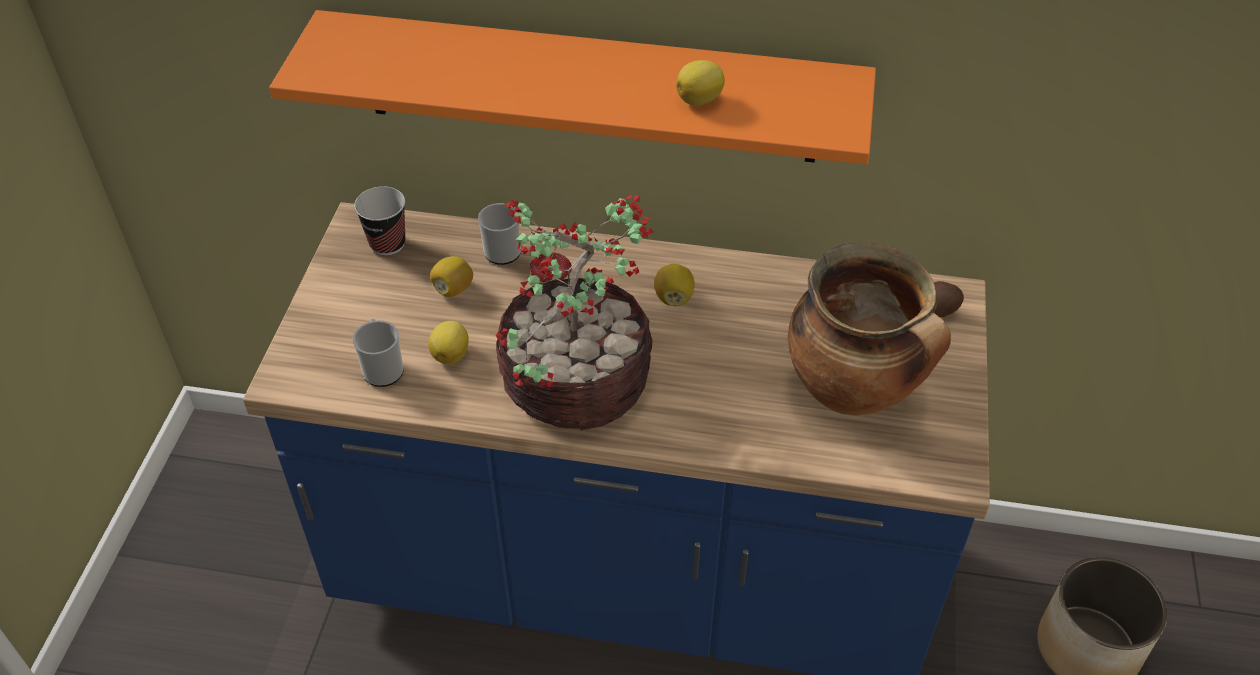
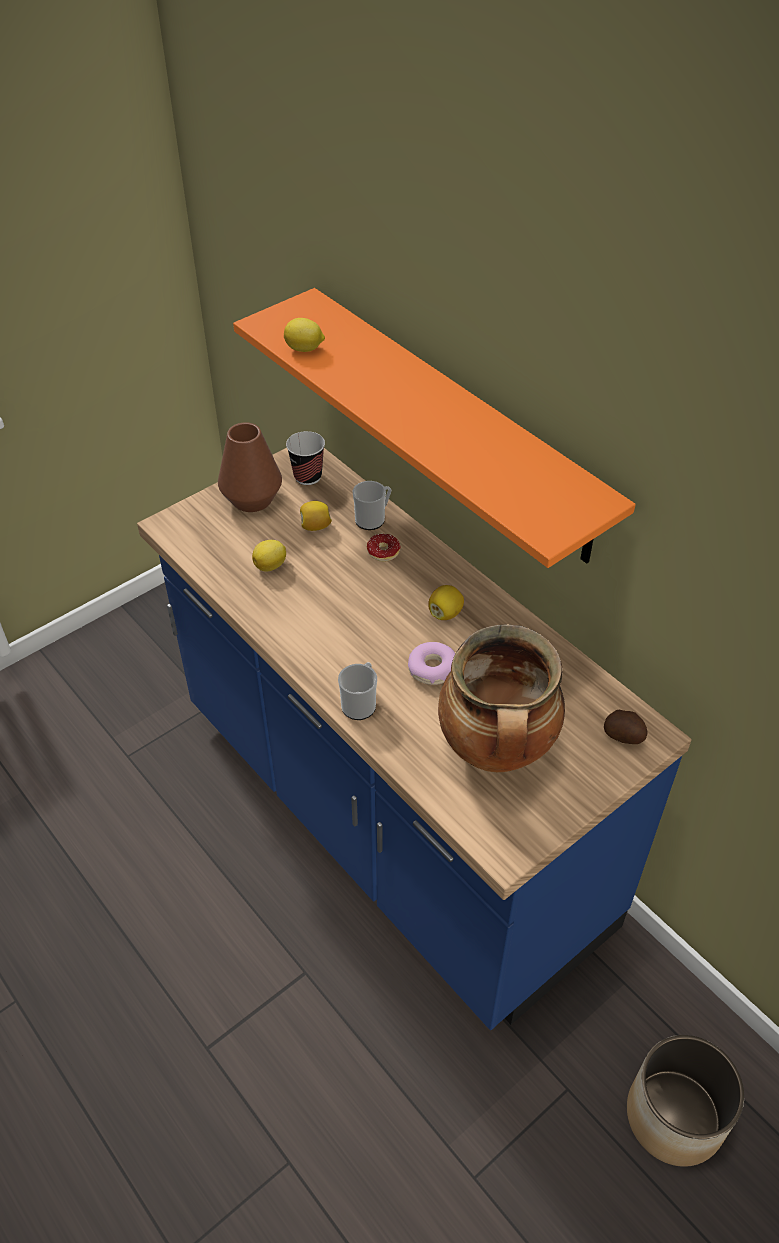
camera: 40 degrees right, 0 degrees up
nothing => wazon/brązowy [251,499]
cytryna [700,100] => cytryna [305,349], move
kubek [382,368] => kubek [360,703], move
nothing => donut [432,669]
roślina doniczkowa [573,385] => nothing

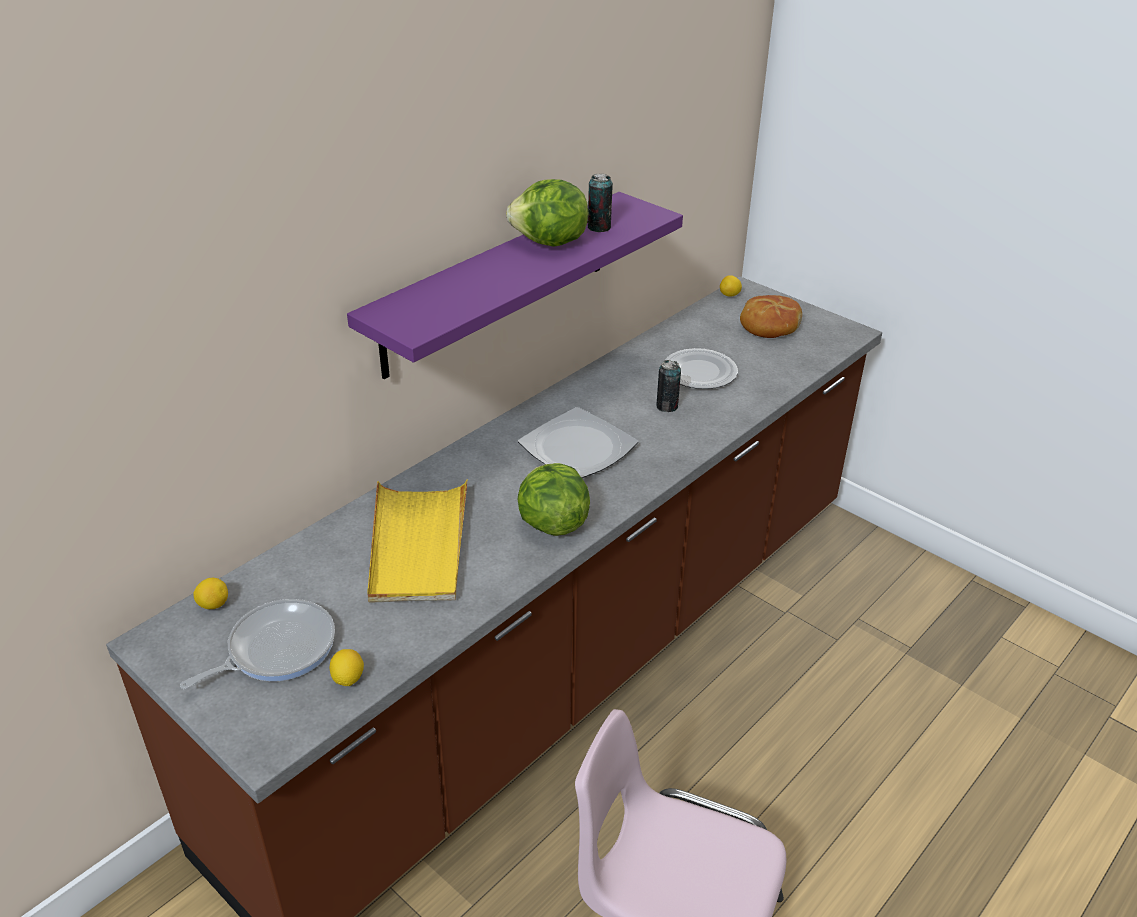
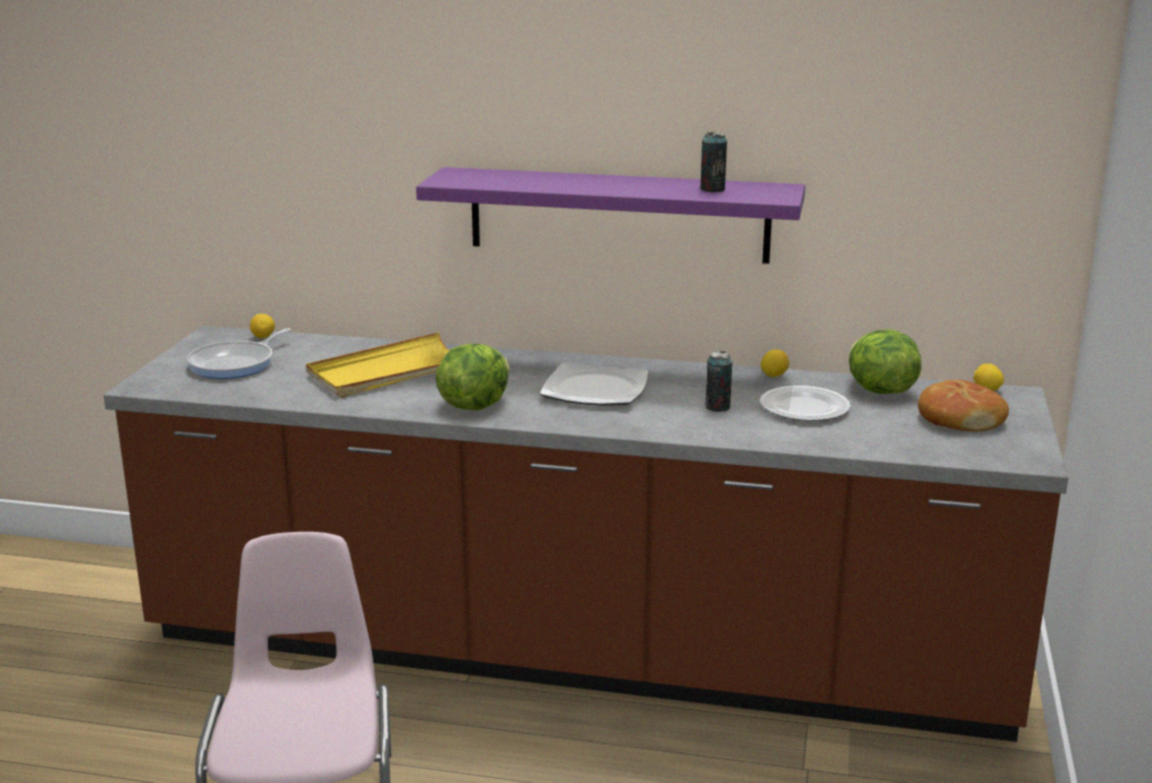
camera: 60 degrees right, 15 degrees down
patelnia [276,649] => patelnia [236,364], 105 degrees clockwise
cytryna [348,678] => cytryna [774,375], move
sałata [550,243] => sałata [879,391], move

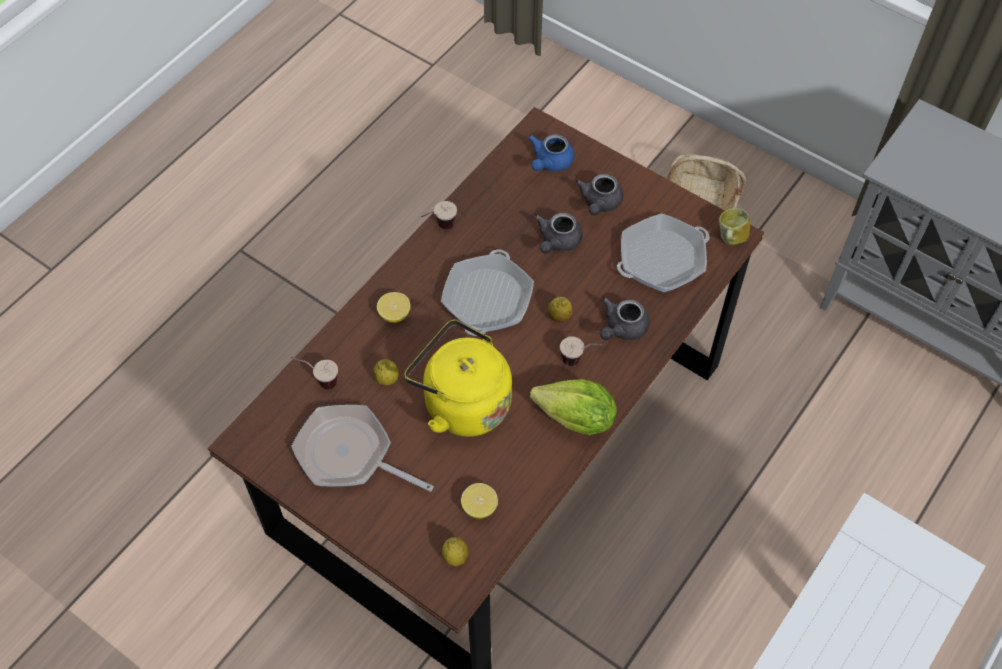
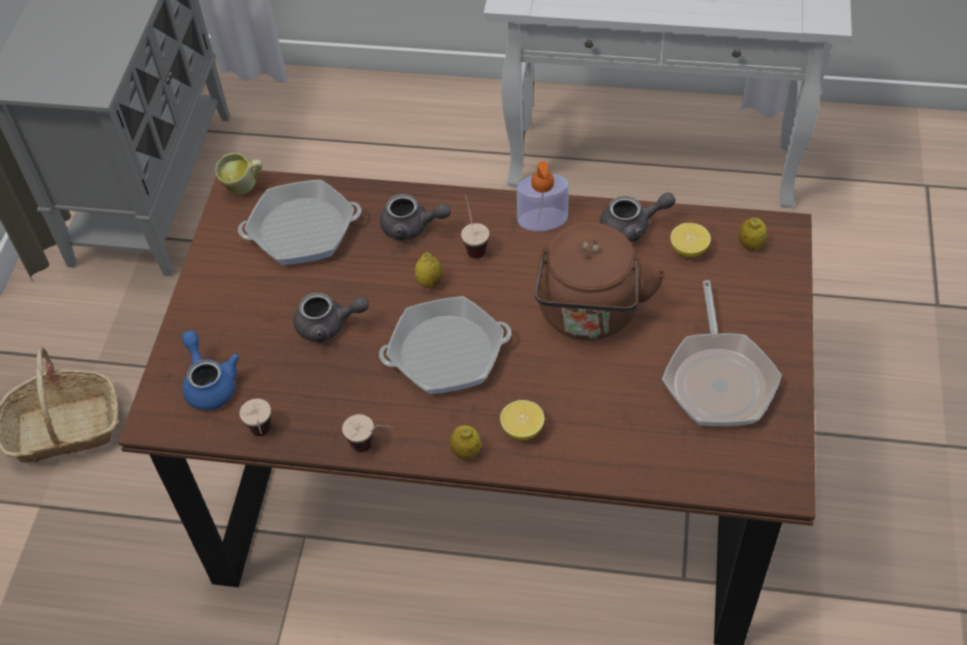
camera: 115 degrees left, 5 degrees down
imbryk/niebieski [550,163] => imbryk/niebieski [209,383], 120 degrees counterclockwise
patelnia [662,259] => patelnia [302,230], 45 degrees counterclockwise
filiżanka [318,381] => filiżanka [263,438], move
cytryna [387,379] => cytryna [466,451], move
sałata [576,419] => dozownik mydła [542,219]
czajnik/żółty [462,402] => czajnik/brązowy [589,315]
imbryk/szary [599,203] => imbryk/szary [632,227], move

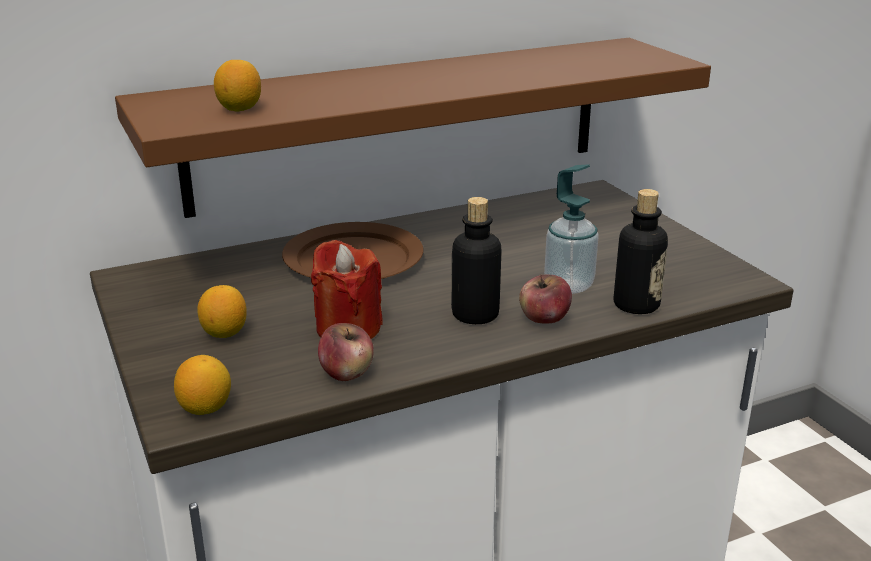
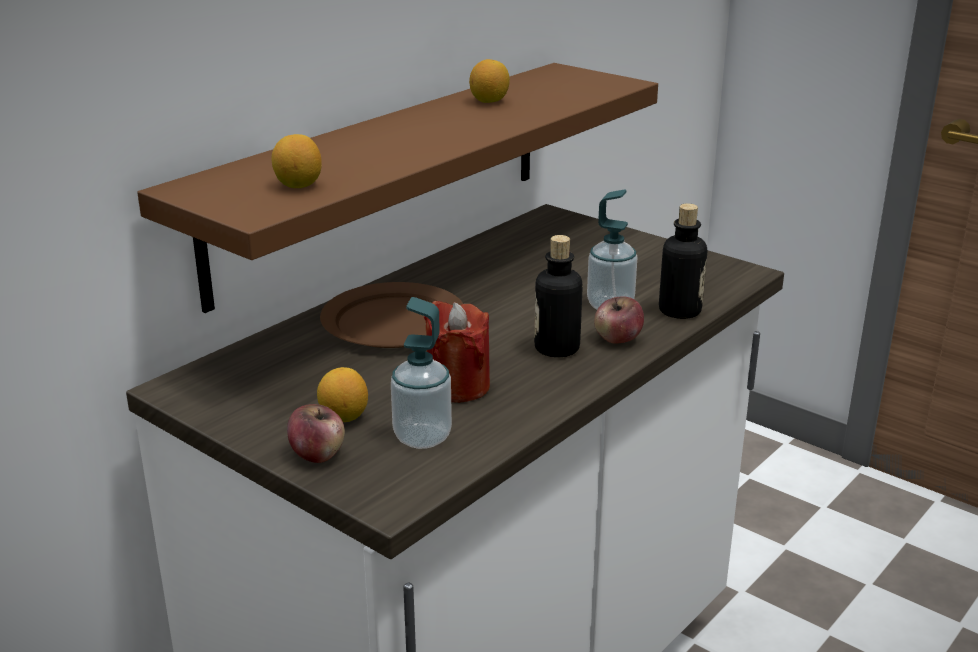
camera: 25 degrees left, 0 degrees up
jabłko [346,373] => jabłko [317,454], move
nothing => dozownik mydła [422,437]
cytryna [205,408] => cytryna [489,101], move

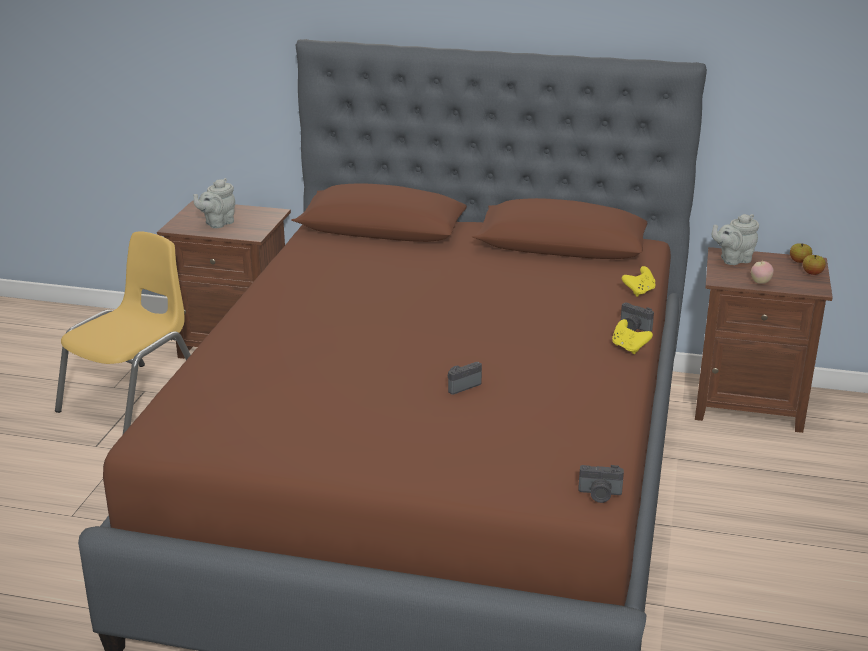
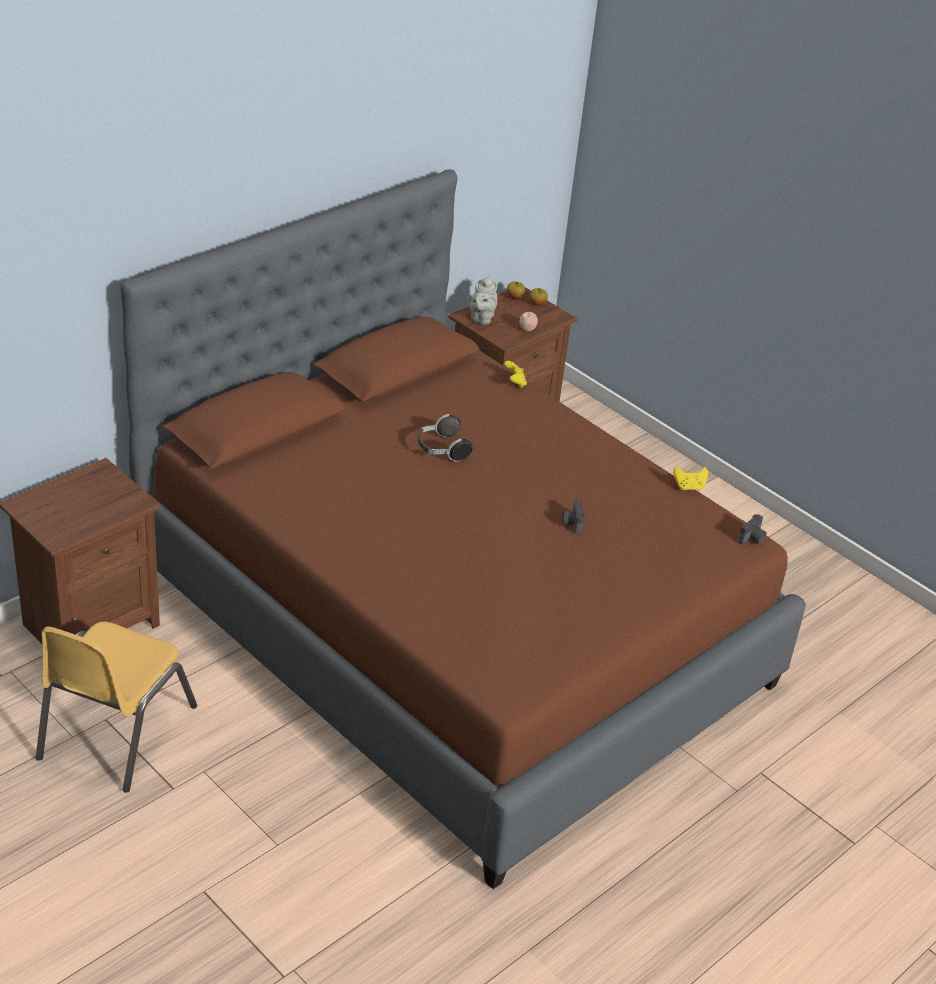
camera: 60 degrees left, 10 degrees up
krzesło/żółty [134,400] => krzesło/żółty [115,732], 135 degrees counterclockwise
nothing => słuchawki [441,450]
pad do gier/żółty [629,348] => pad do gier/żółty [689,487], move
imbryk/szary [217,223] => nothing
aparat fotograficzny [633,328] => nothing

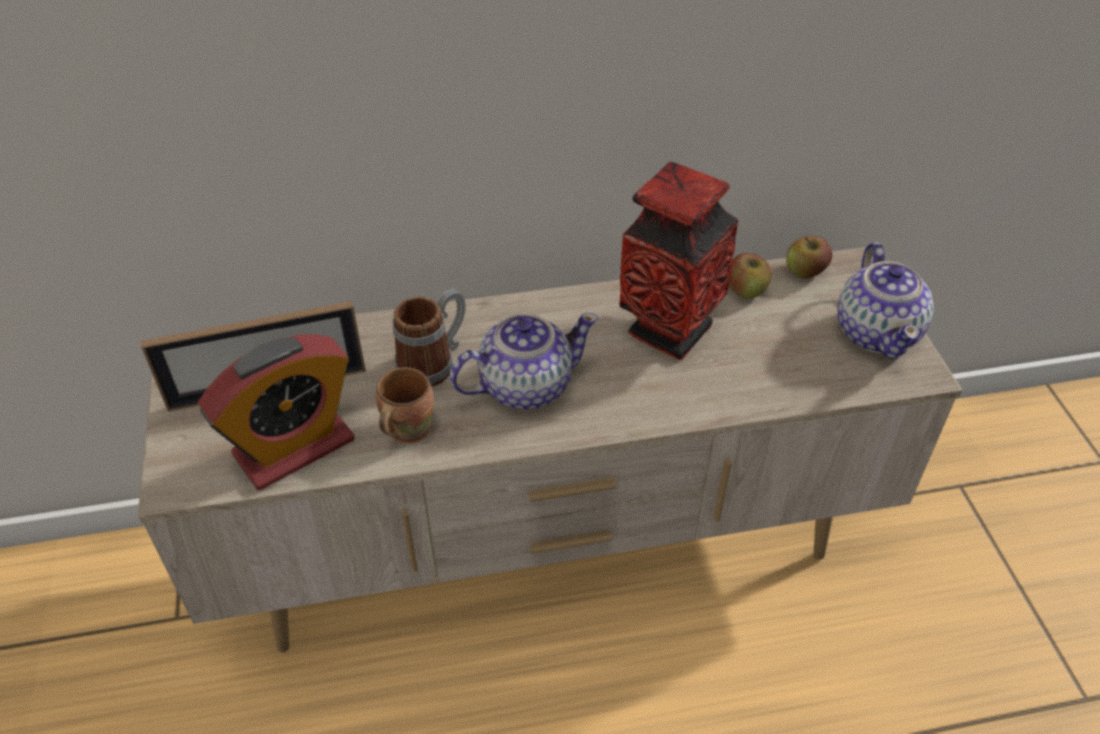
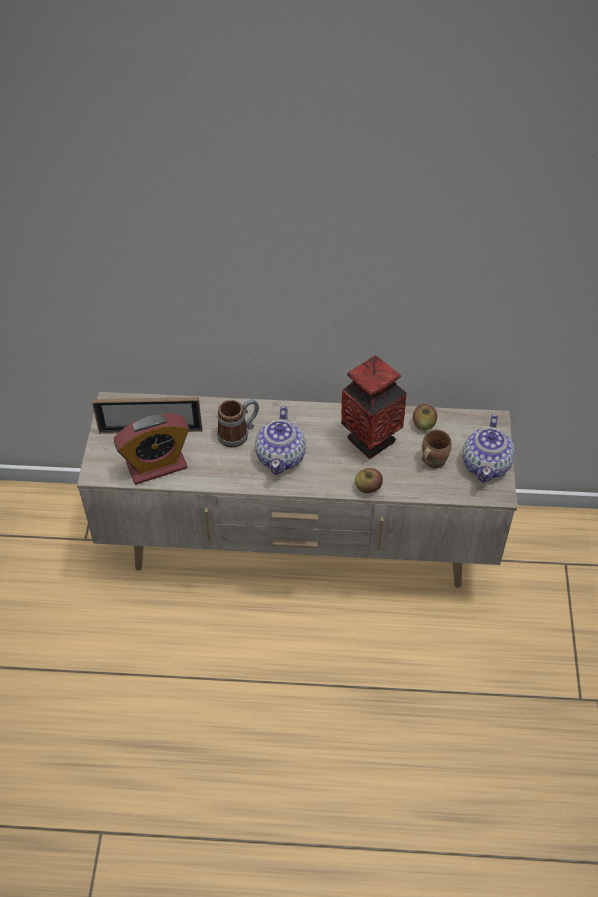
camera: 15 degrees right, 5 degrees up
imbryk [524,386] => imbryk [281,456], 105 degrees clockwise
jabłko [805,271] => jabłko [368,488], move
kubek/brązowy [405,429] => kubek/brązowy [432,460], move

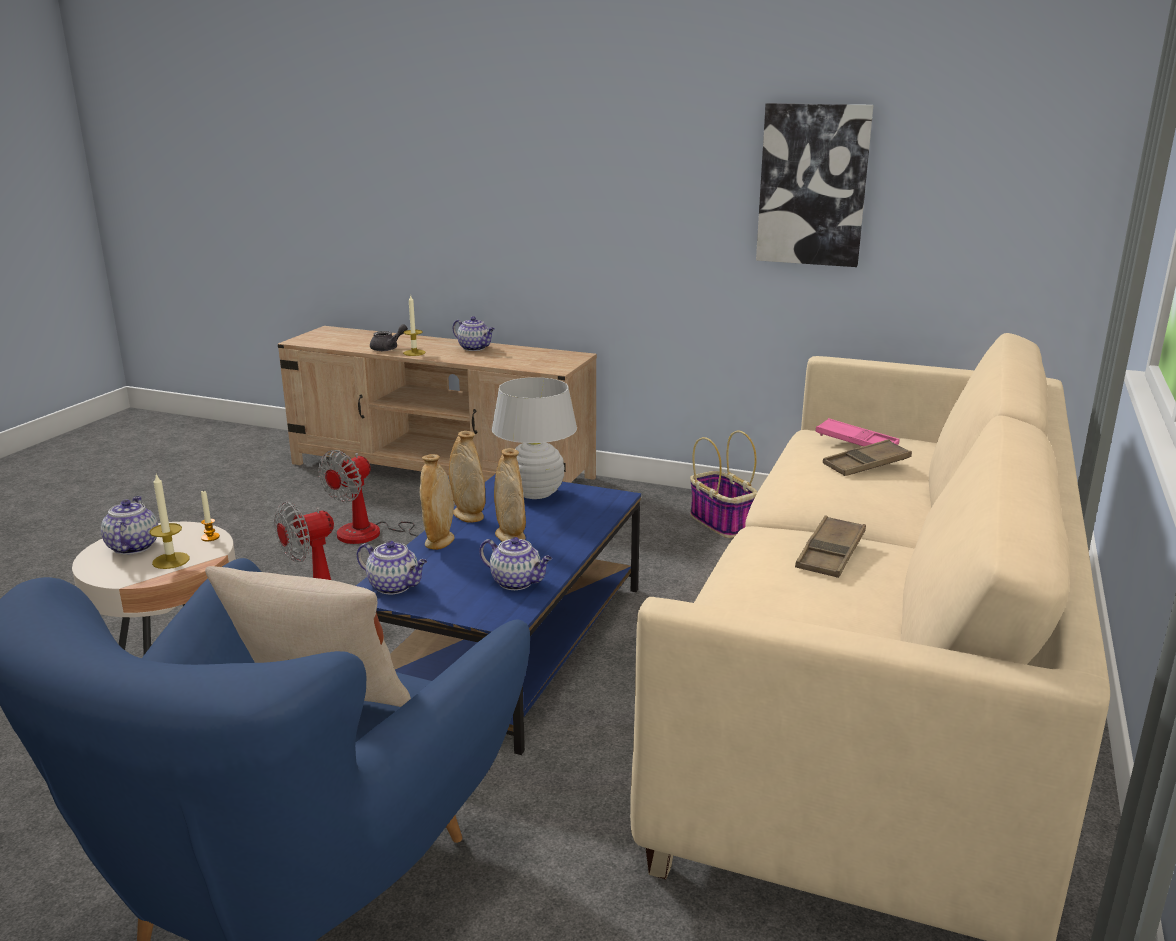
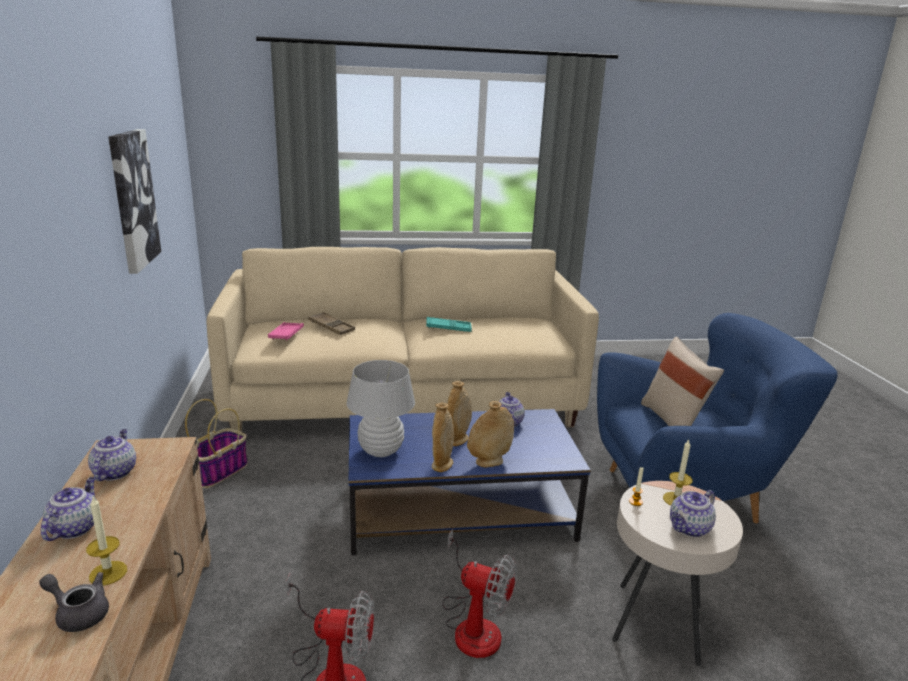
camera: 120 degrees left, 0 degrees up
imbryk [395,586] => imbryk [114,472], move
taca/brązowy [830,553] => taca/turkusowy [448,328]

